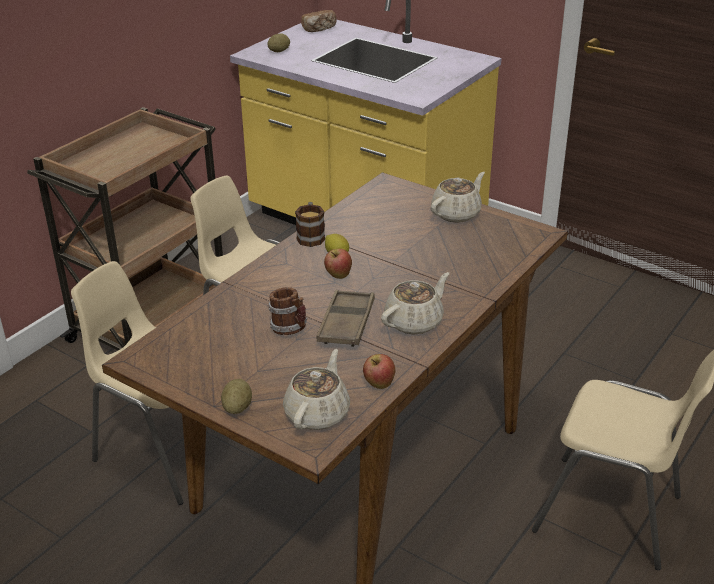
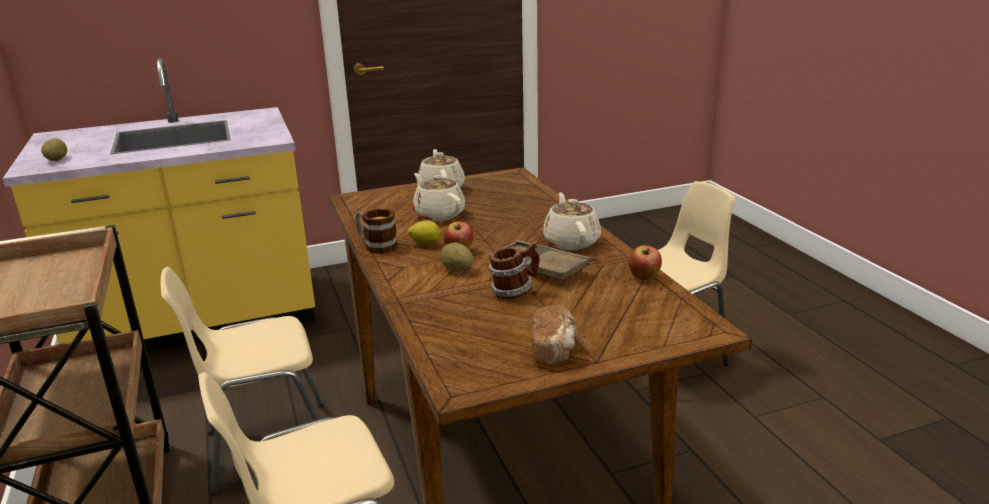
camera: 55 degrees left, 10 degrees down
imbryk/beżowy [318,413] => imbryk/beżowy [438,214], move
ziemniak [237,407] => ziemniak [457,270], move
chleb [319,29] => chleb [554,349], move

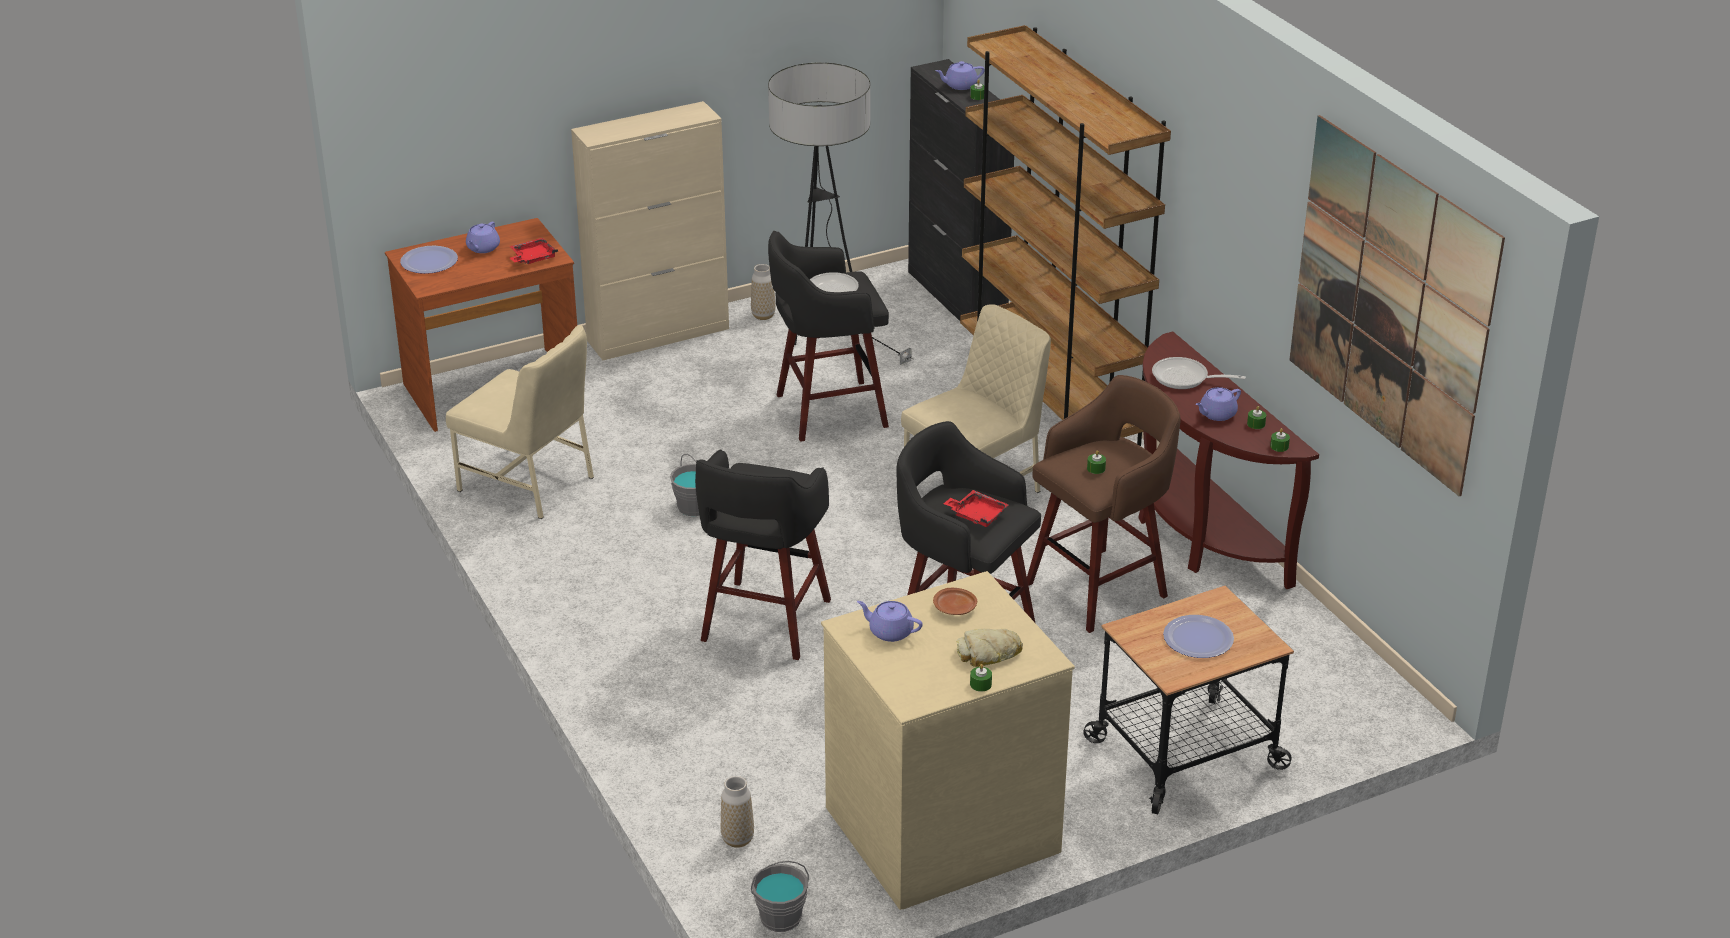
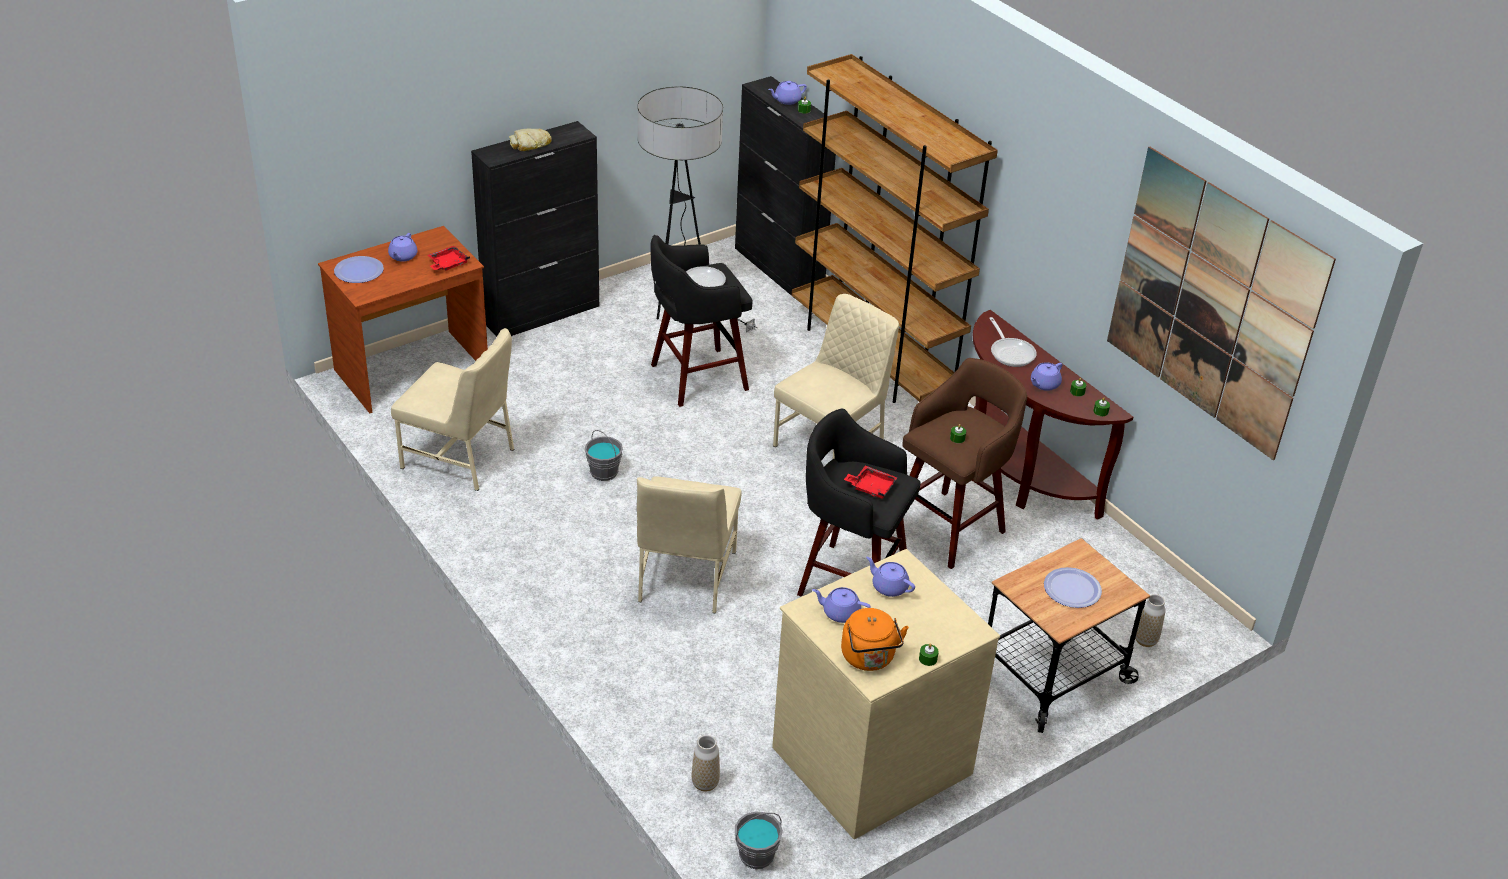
camera: 10 degrees left, 5 degrees up
szafka/beżowy [659,334] => szafka/czarny [542,314]
chleb [989,653] => chleb [530,144], move
stołek/czarny [764,623] => krzesło/beżowy [684,577]
nothing => czajnik/pomarańczowy [869,658]
talerz/brązowy [955,608] => imbryk/fioletowy [889,587]
patelnia [1185,378] => patelnia [1011,352], 120 degrees counterclockwise
wazon [763,315] => wazon [1145,640], move

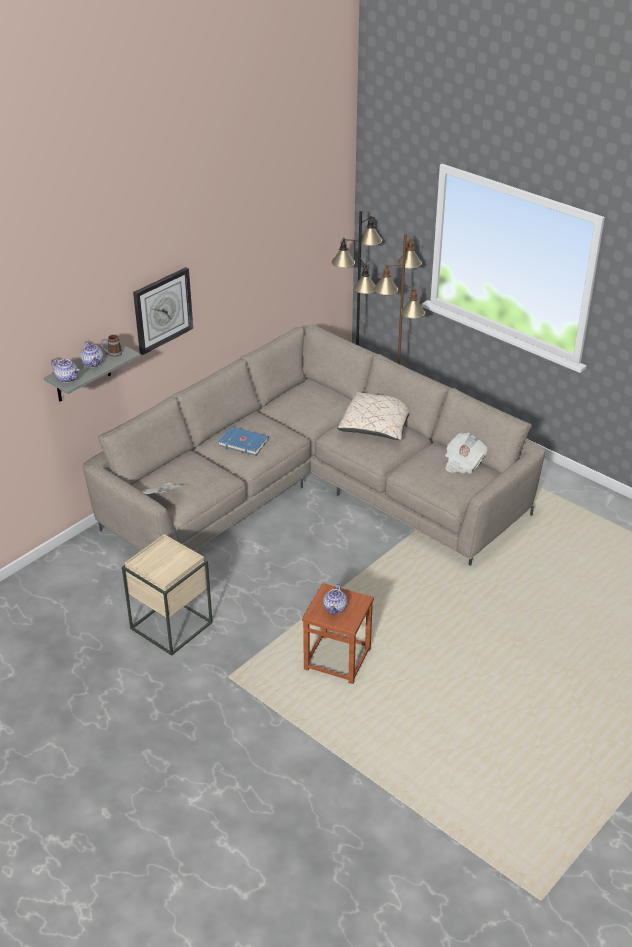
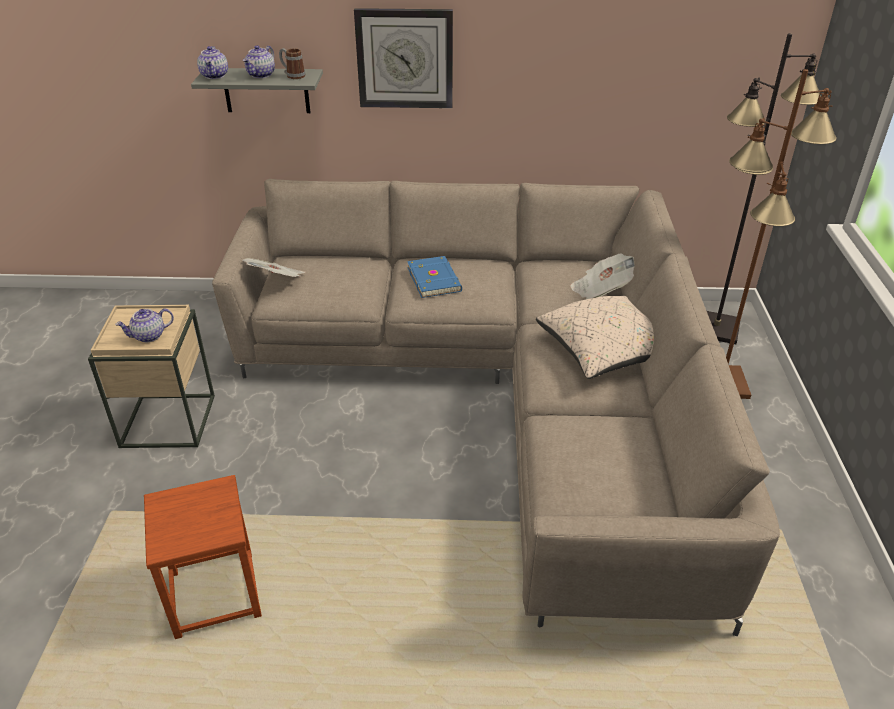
camera: 50 degrees right, 0 degrees up
imbryk [335,608] => imbryk [149,336], move
gazeta [463,463] => gazeta [601,290], move

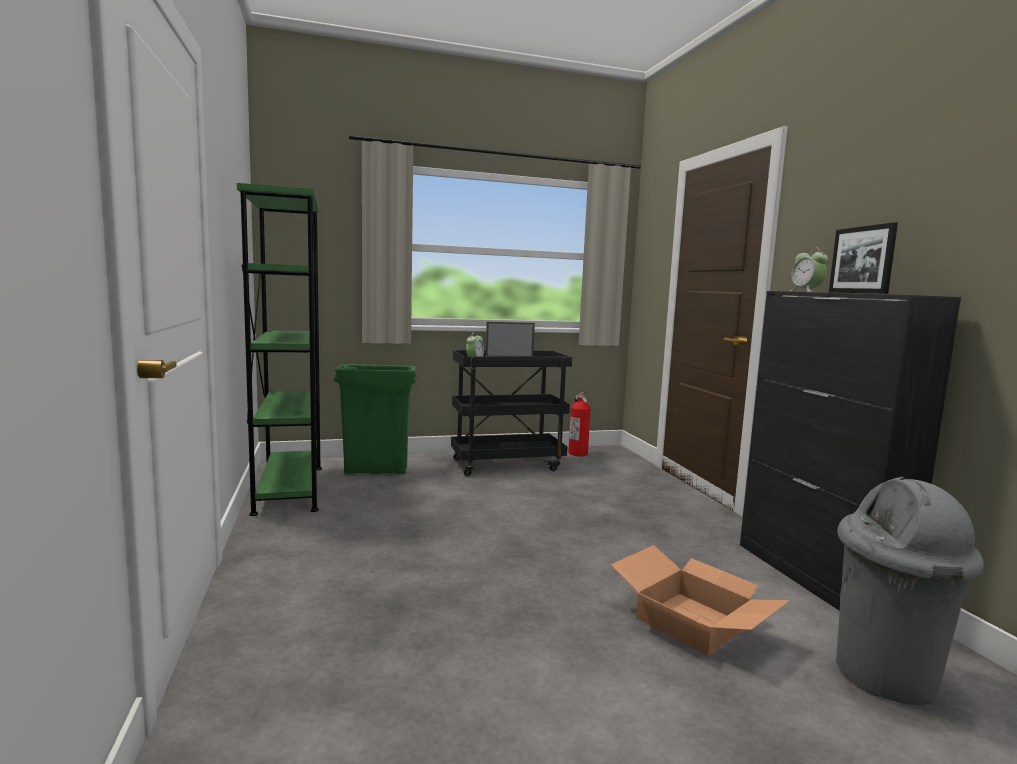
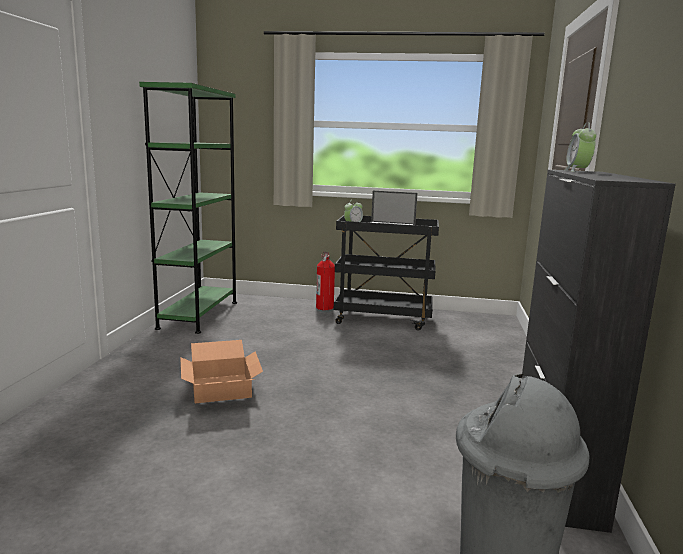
camera: 25 degrees right, 5 degrees up
karton [694,622] => karton [222,388], move
gaśnica [578,453] => gaśnica [325,307], move
kosz na śmieci/zielony [376,471] => nothing
ramka na zdjęcie [856,293] => nothing

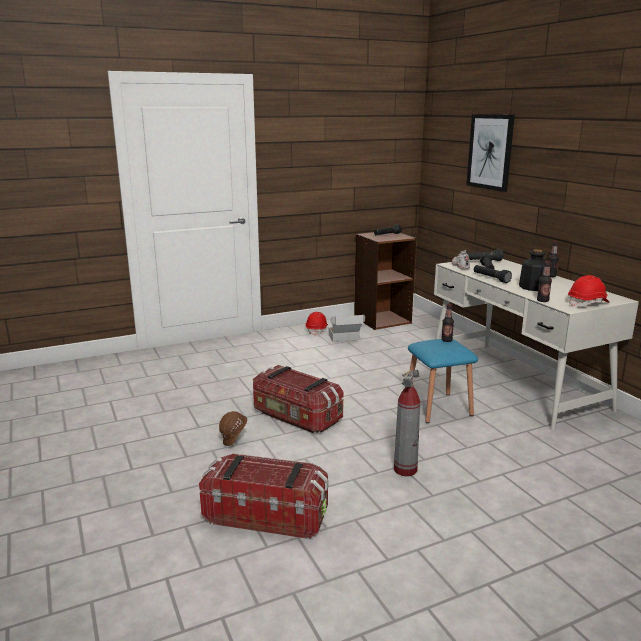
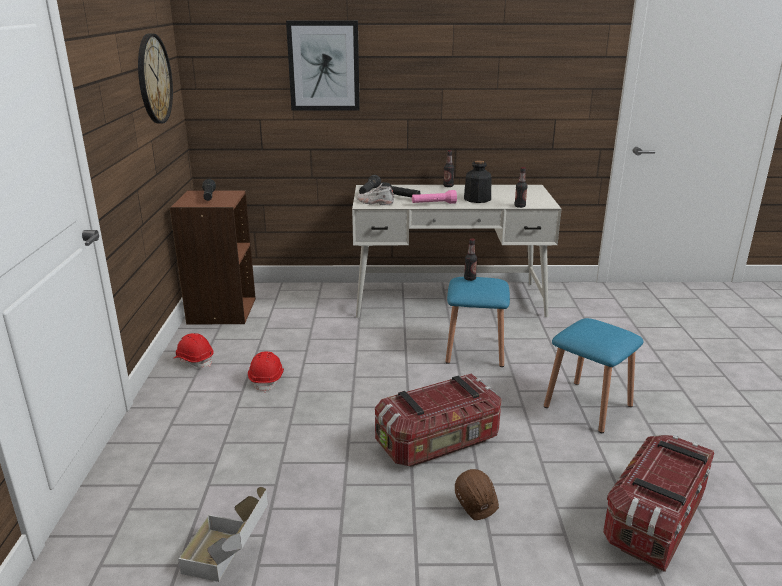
camera: 65 degrees left, 5 degrees up
nothing => zegar ścienny [154,79]
karton [345,340] => karton [229,557], move
kask/czerwony [588,303] => kask/czerwony [267,379], move
latarka/czarny [490,278] => latarka/różowy [433,204]
gaśnica [405,469] => stołek/niebieski [588,406]

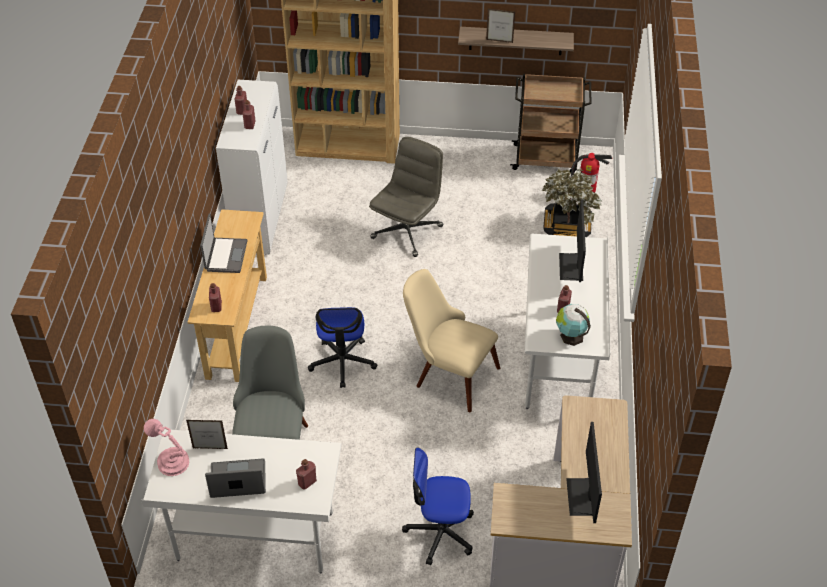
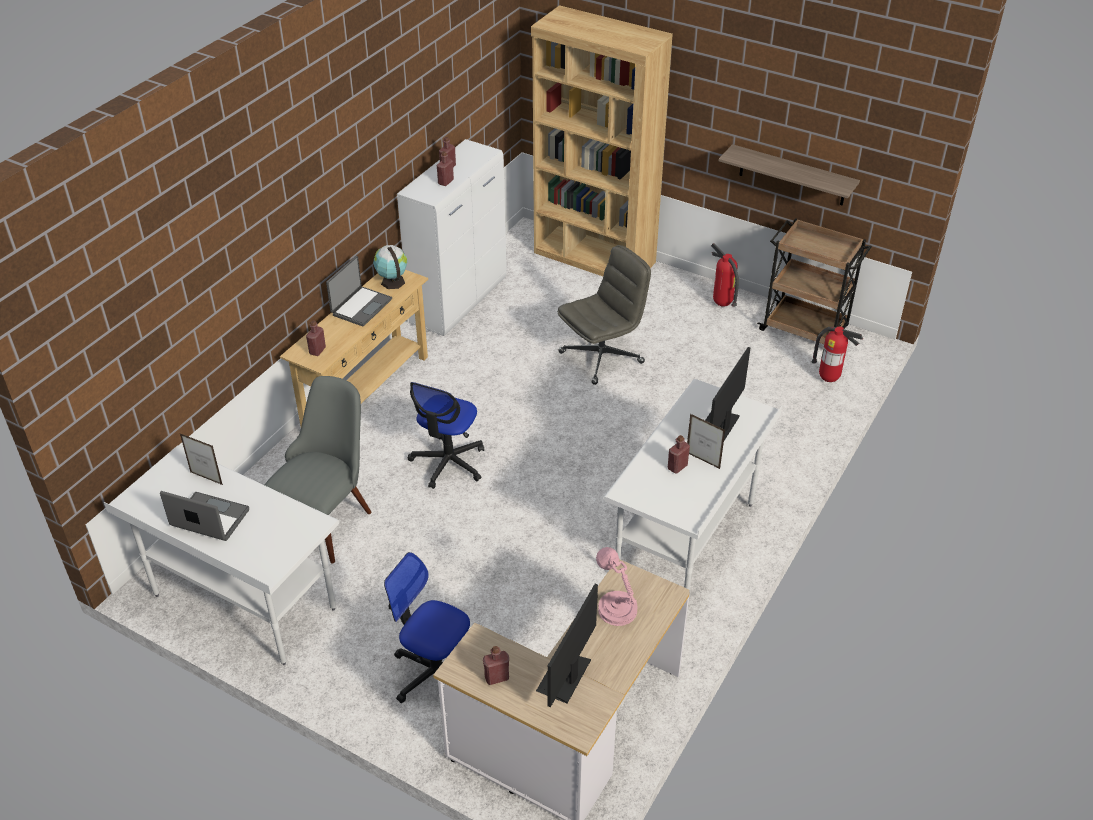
camera: 25 degrees right, 5 degrees down
globus [570,336] => globus [392,281], move
butelka/czerwony [307,482] => butelka/czerwony [496,677], move
lampa stołowa/różowy [171,461] => lampa stołowa/różowy [615,608], move
ramka na zdjęcie [499,41] => ramka na zdjęcie [703,461], move
nothing => gaśnica [721,304]
krzesło/beżowy [448,373] => nothing
roślina doniczkowa [567,226] => nothing

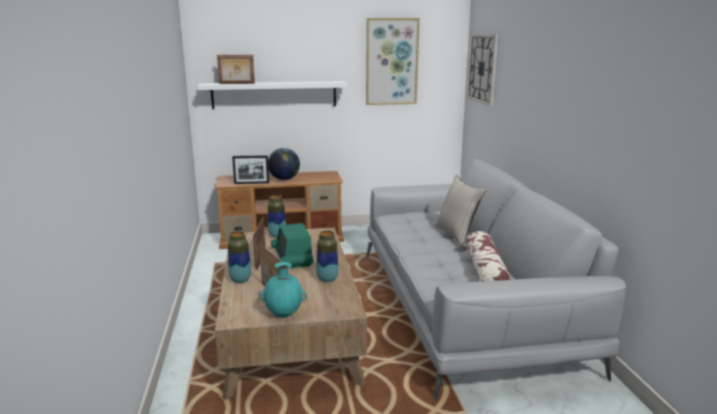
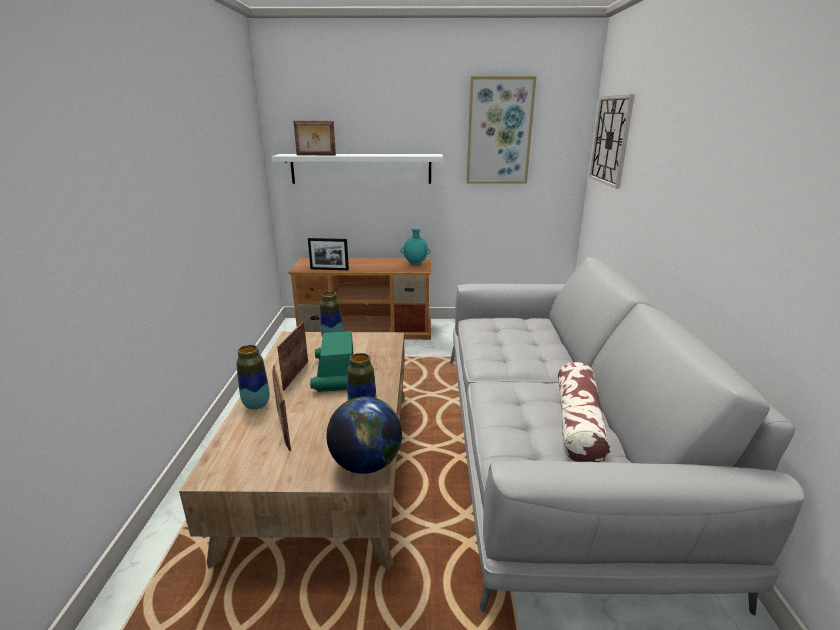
camera: 10 degrees right, 5 degrees up
globus [284,179] => globus [366,463], move
wazon/turkusowy [284,314] => wazon/turkusowy [415,263], move
poduszka/beżowy [457,235] => nothing

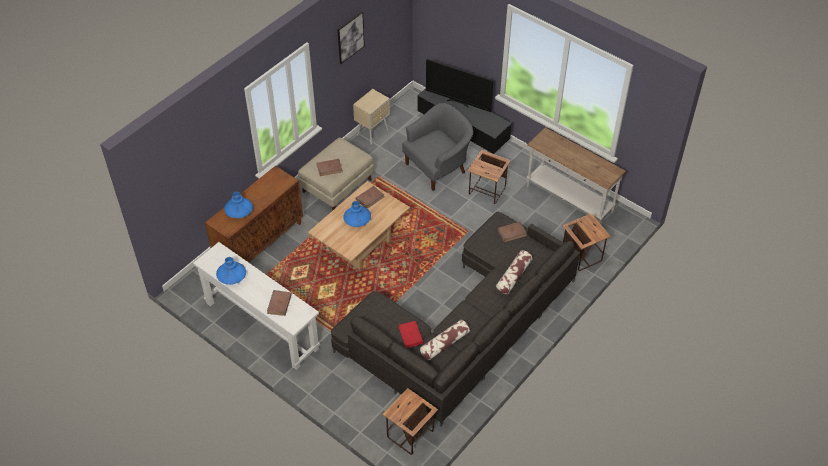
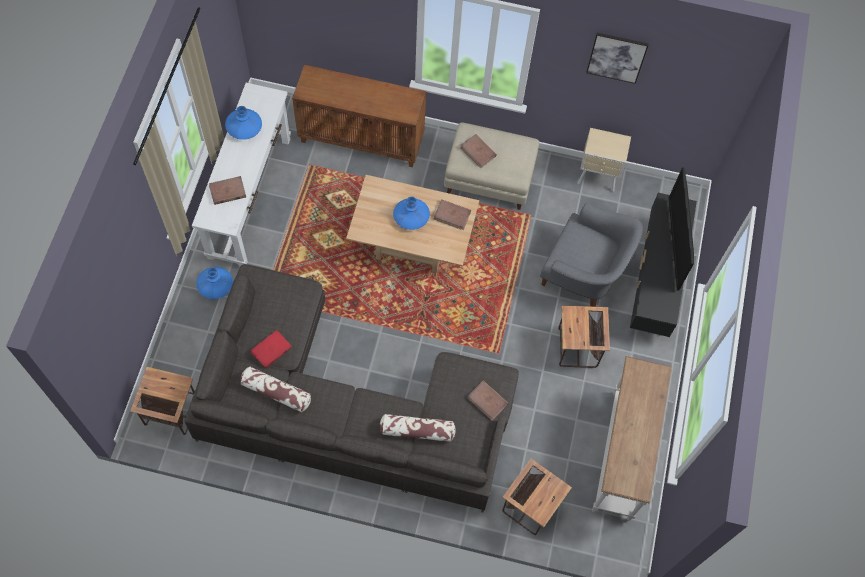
camera: 60 degrees right, 15 degrees up
wazon/niebieski [239,211] => wazon/niebieski [215,285], move

